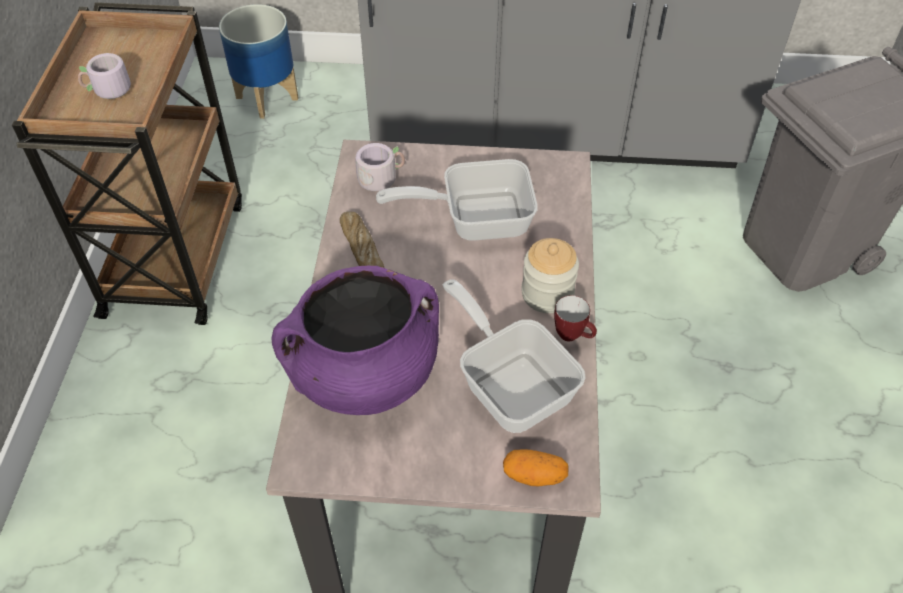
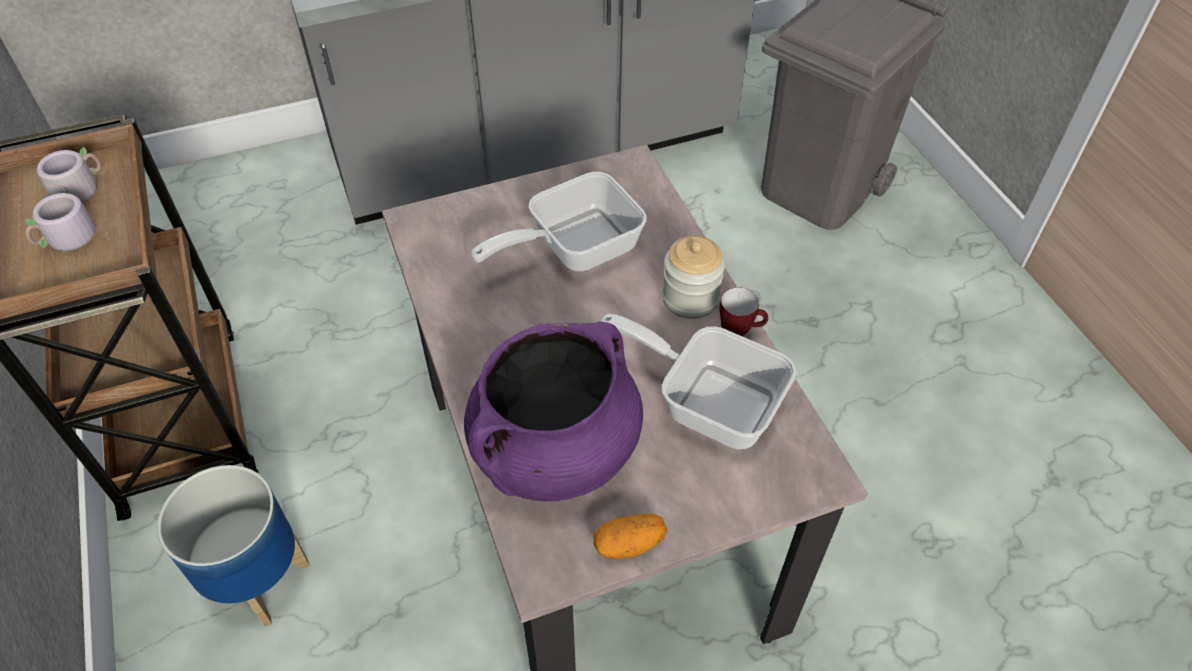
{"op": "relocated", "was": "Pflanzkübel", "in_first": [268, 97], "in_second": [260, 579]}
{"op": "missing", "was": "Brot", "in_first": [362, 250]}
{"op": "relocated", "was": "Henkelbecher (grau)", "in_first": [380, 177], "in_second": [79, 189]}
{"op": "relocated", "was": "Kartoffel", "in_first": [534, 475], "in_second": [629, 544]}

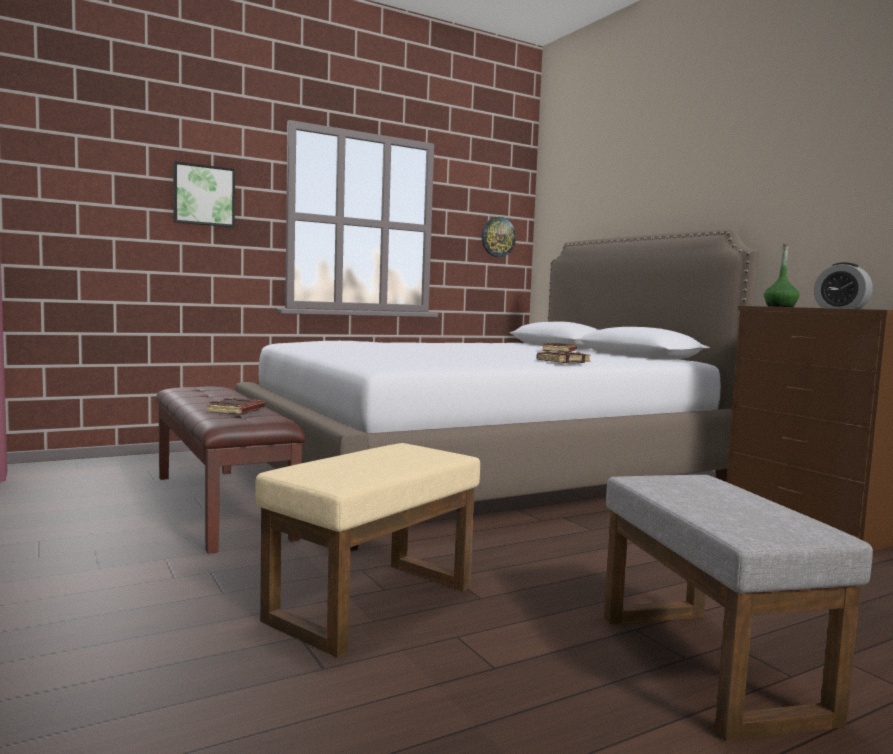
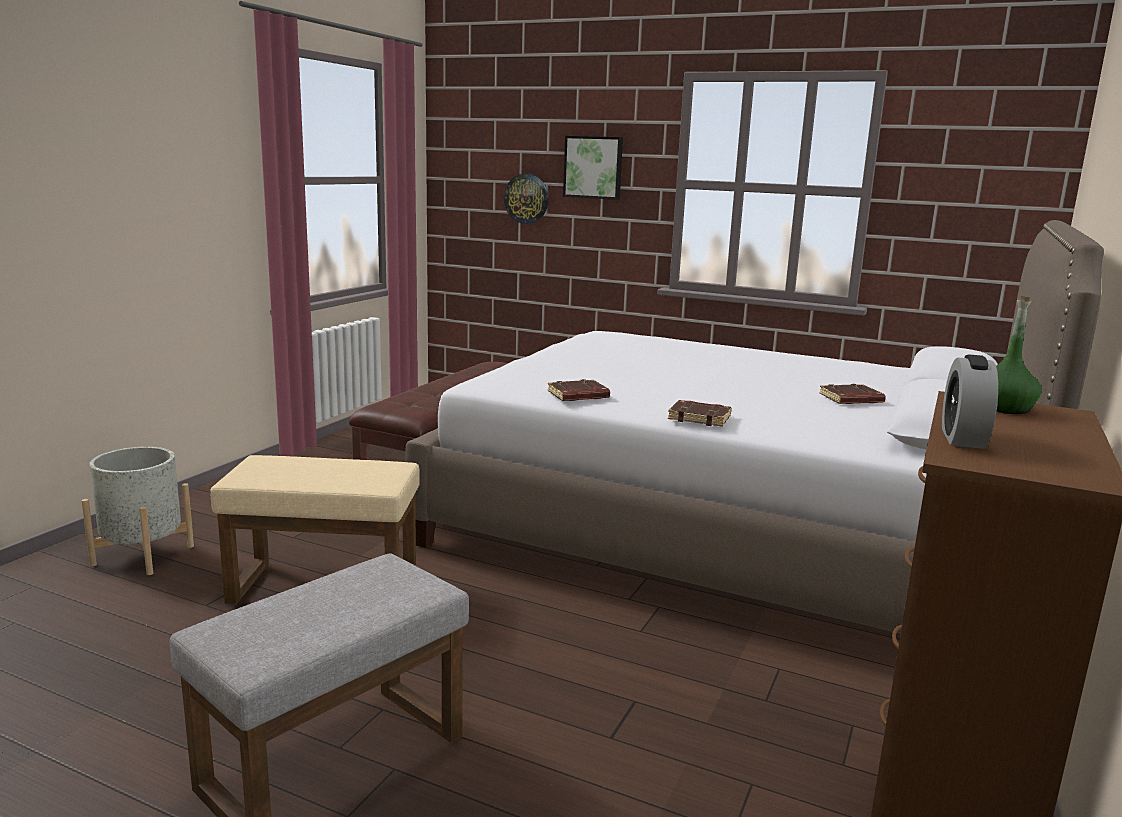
{"op": "relocated", "was": "Buch (braun)", "in_first": [236, 411], "in_second": [578, 396]}
{"op": "relocated", "was": "Wanduhr", "in_first": [498, 237], "in_second": [526, 198]}
{"op": "appeared", "now": "Pflanzkübel (grau)", "in_second": [143, 555]}

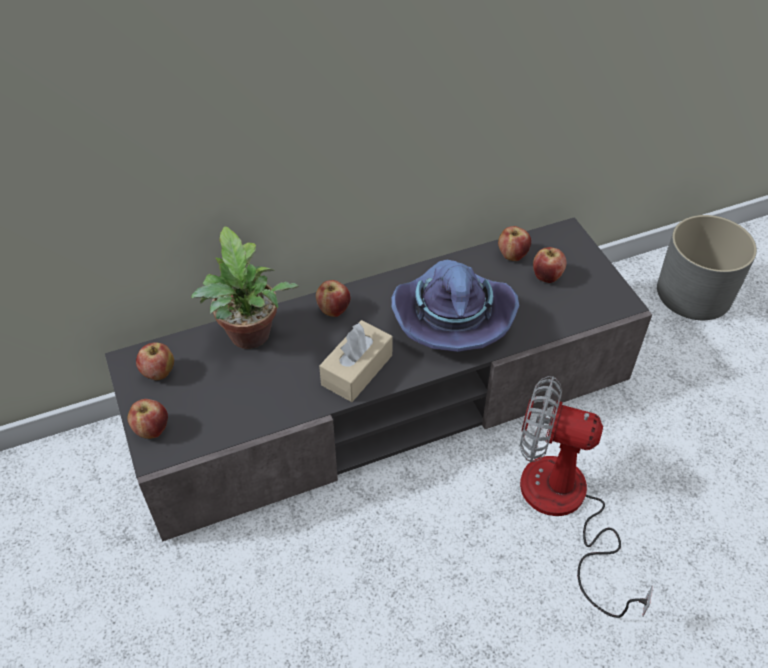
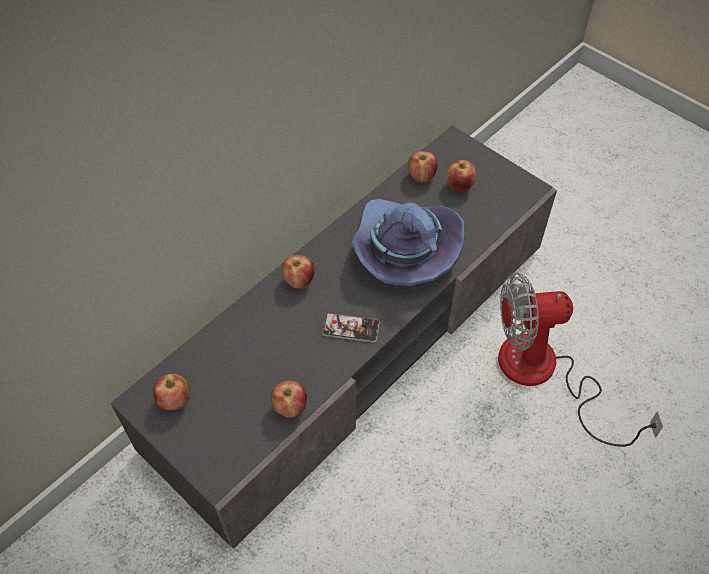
{"op": "relocated", "was": "Apfel", "in_first": [152, 430], "in_second": [290, 407]}
{"op": "missing", "was": "Topfpflanze", "in_first": [250, 338]}
{"op": "exchanged", "was": "Taschentuchbox (beige)", "now": "Handy", "in_first": [357, 370], "in_second": [351, 328]}
{"op": "missing", "was": "Pflanzkübel (grau)", "in_first": [694, 292]}

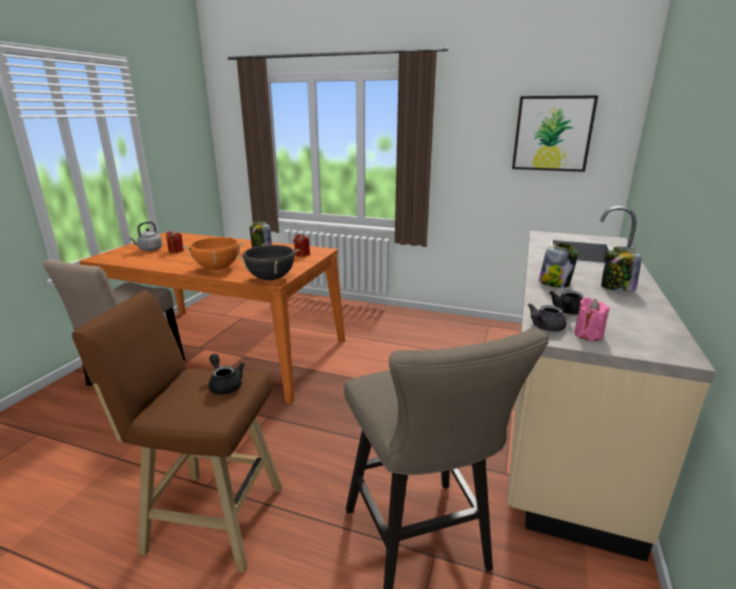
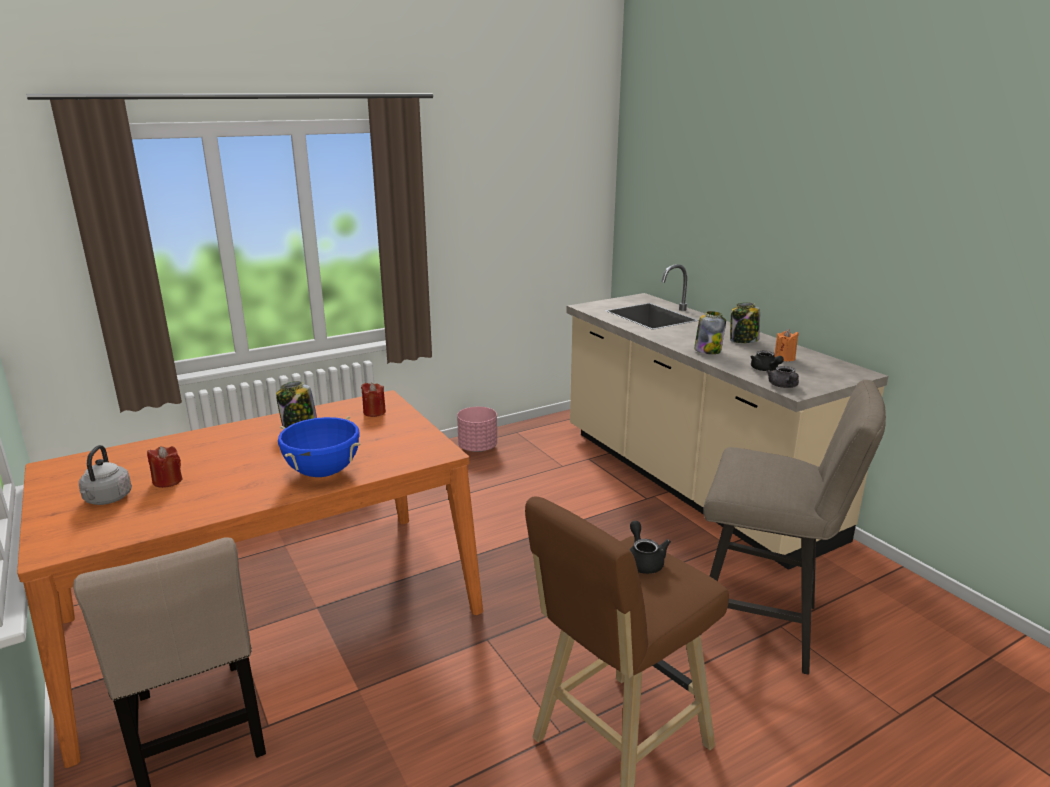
{"op": "colour", "was": "Kochtopf (orange)", "now": "Kochtopf (blau)", "in_first": [217, 268], "in_second": [323, 472]}
{"op": "spun", "was": "Teekanne (schwarz)", "in_first": [225, 384], "in_second": [643, 561], "clockwise": 75}
{"op": "missing", "was": "Kochtopf (schwarz)", "in_first": [271, 278]}
{"op": "missing", "was": "Bild", "in_first": [552, 134]}
{"op": "missing", "was": "Kerze (rosa)", "in_first": [588, 334]}
{"op": "appeared", "now": "Pflanzkübel (rosa)", "in_second": [478, 448]}
{"op": "appeared", "now": "Kerze (orange)", "in_second": [784, 358]}

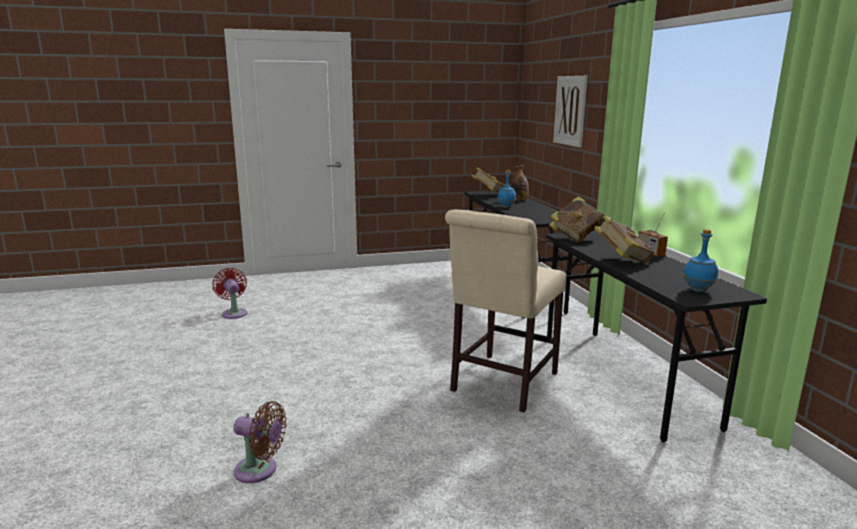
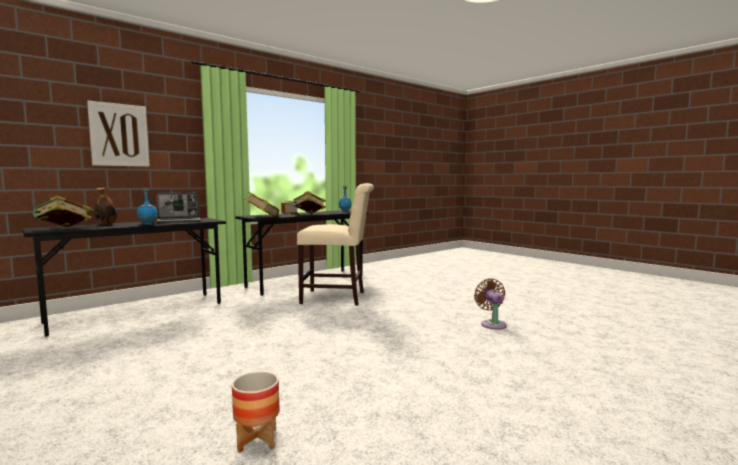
{"op": "exchanged", "was": "Ventilator (rot)", "now": "Pflanzkübel", "in_first": [234, 313], "in_second": [257, 440]}
{"op": "appeared", "now": "Laptop", "in_second": [179, 221]}

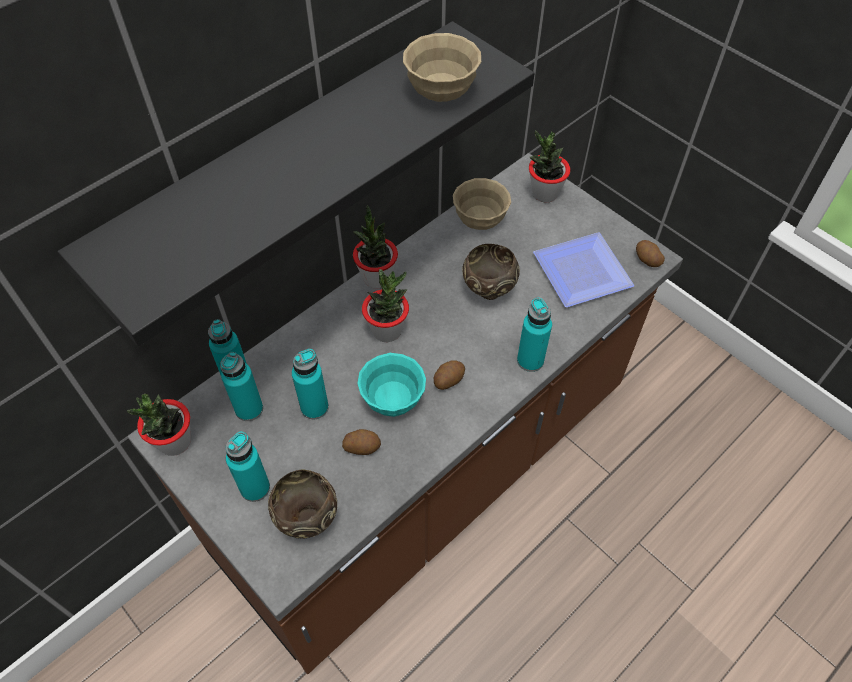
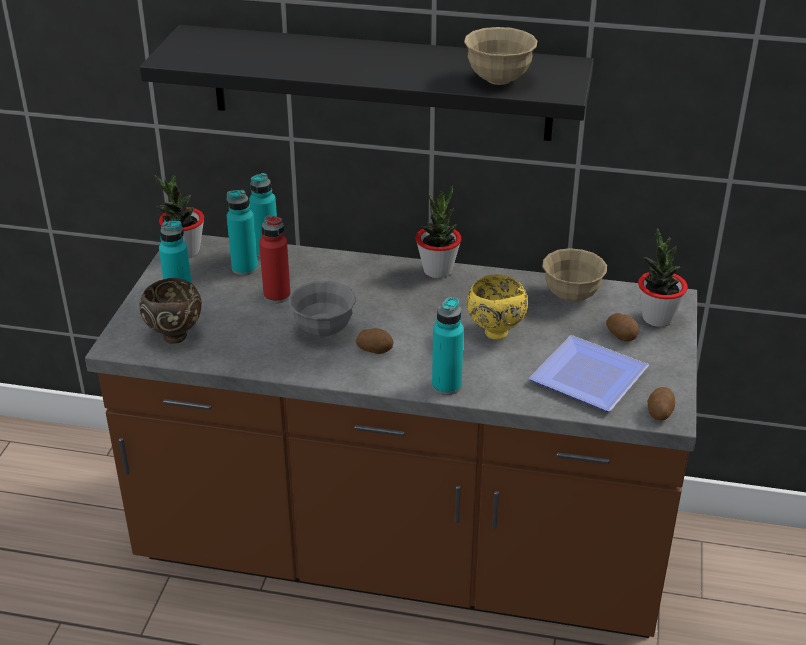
{"op": "colour", "was": "Flasche (türkis)", "now": "Flasche (rot)", "in_first": [314, 407], "in_second": [277, 296]}
{"op": "relocated", "was": "Kartoffel", "in_first": [362, 446], "in_second": [622, 335]}
{"op": "colour", "was": "Schüssel (türkis)", "now": "Schüssel (grau)", "in_first": [392, 400], "in_second": [323, 329]}
{"op": "missing", "was": "Topfpflanze", "in_first": [387, 331]}
{"op": "colour", "was": "Schüssel (braun)", "now": "Schüssel (gelb)", "in_first": [487, 292], "in_second": [494, 332]}

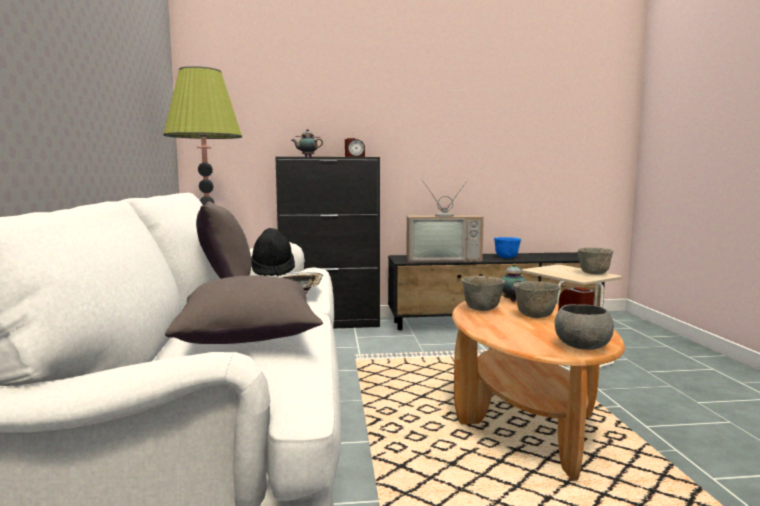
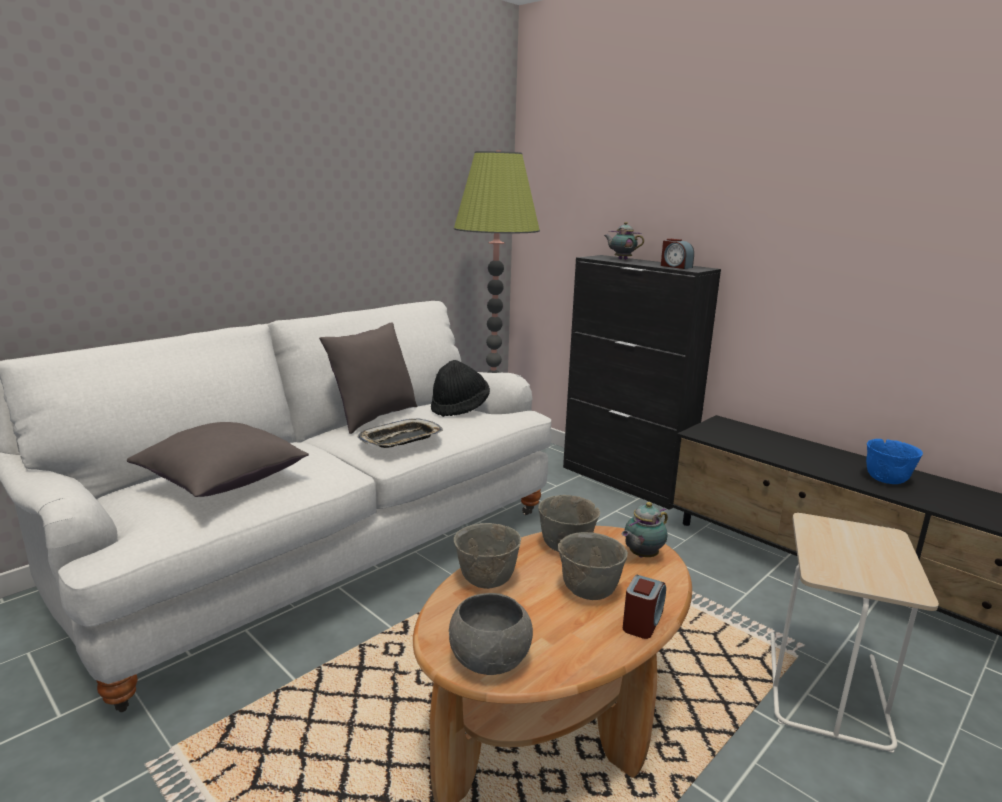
{"op": "missing", "was": "Fernseher", "in_first": [443, 259]}
{"op": "relocated", "was": "Schüssel (grau)", "in_first": [594, 273], "in_second": [486, 581]}

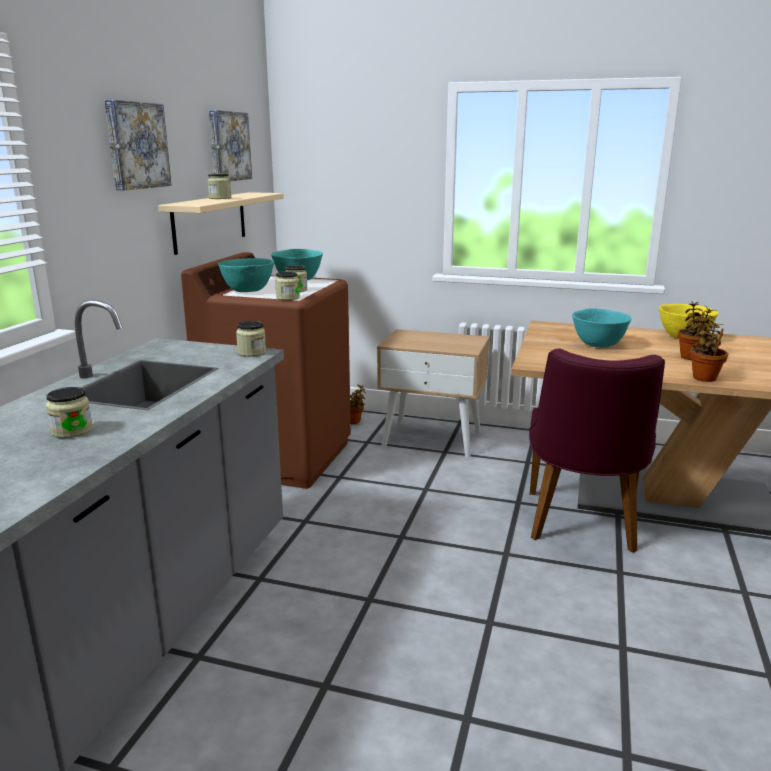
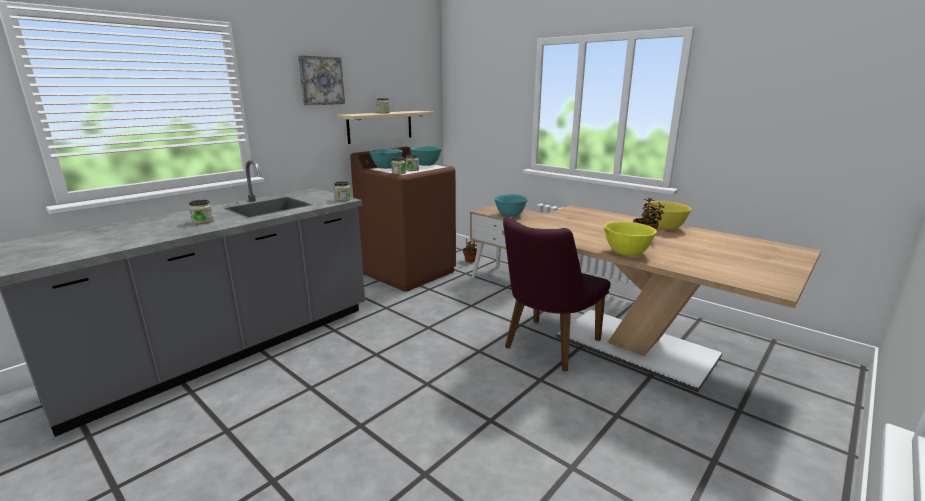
{"op": "missing", "was": "Bild", "in_first": [228, 146]}
{"op": "relocated", "was": "Schüssel (türkis)", "in_first": [598, 344], "in_second": [510, 215]}
{"op": "exchanged", "was": "Topfpflanze", "now": "Schüssel (gelb)", "in_first": [703, 377], "in_second": [626, 252]}

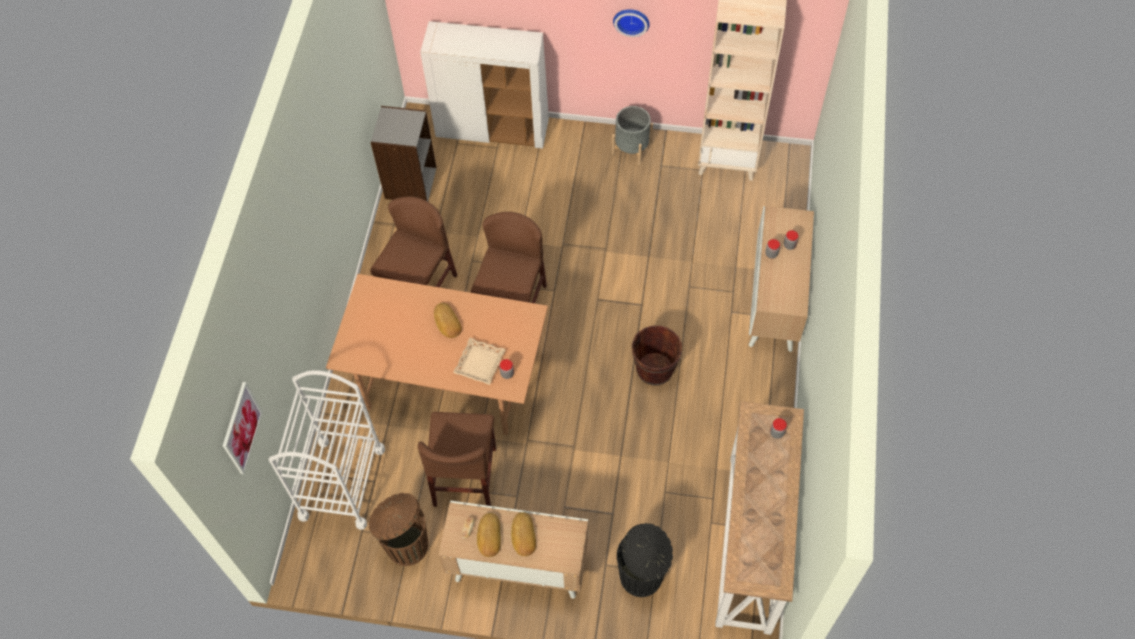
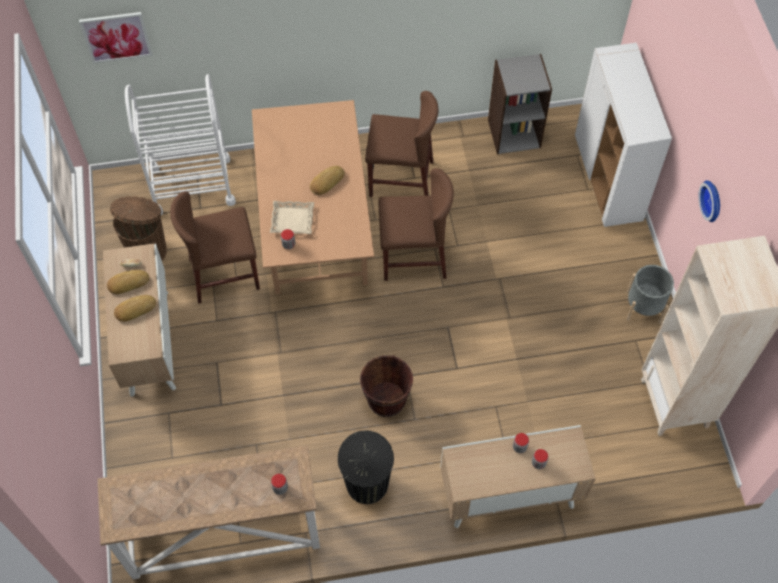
{"op": "relocated", "was": "Mülleimer (schwarz)", "in_first": [642, 577], "in_second": [367, 485]}

